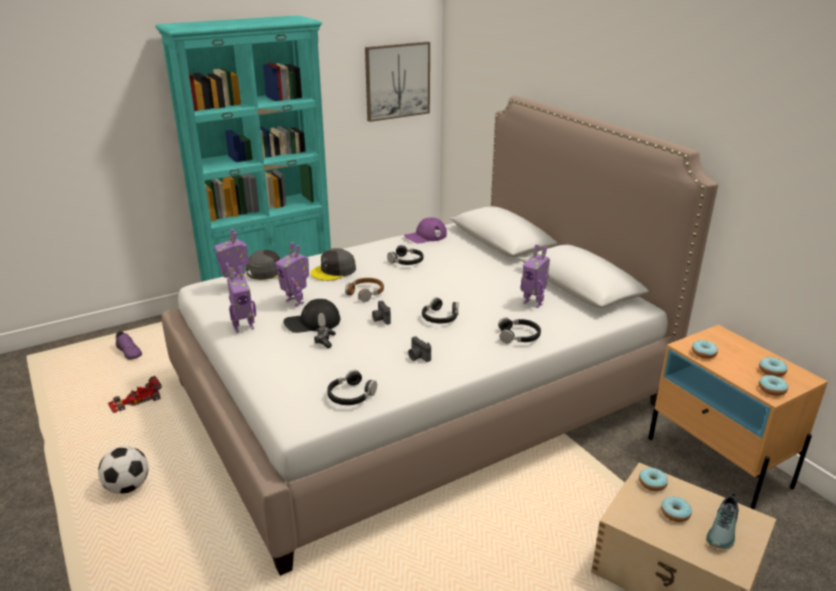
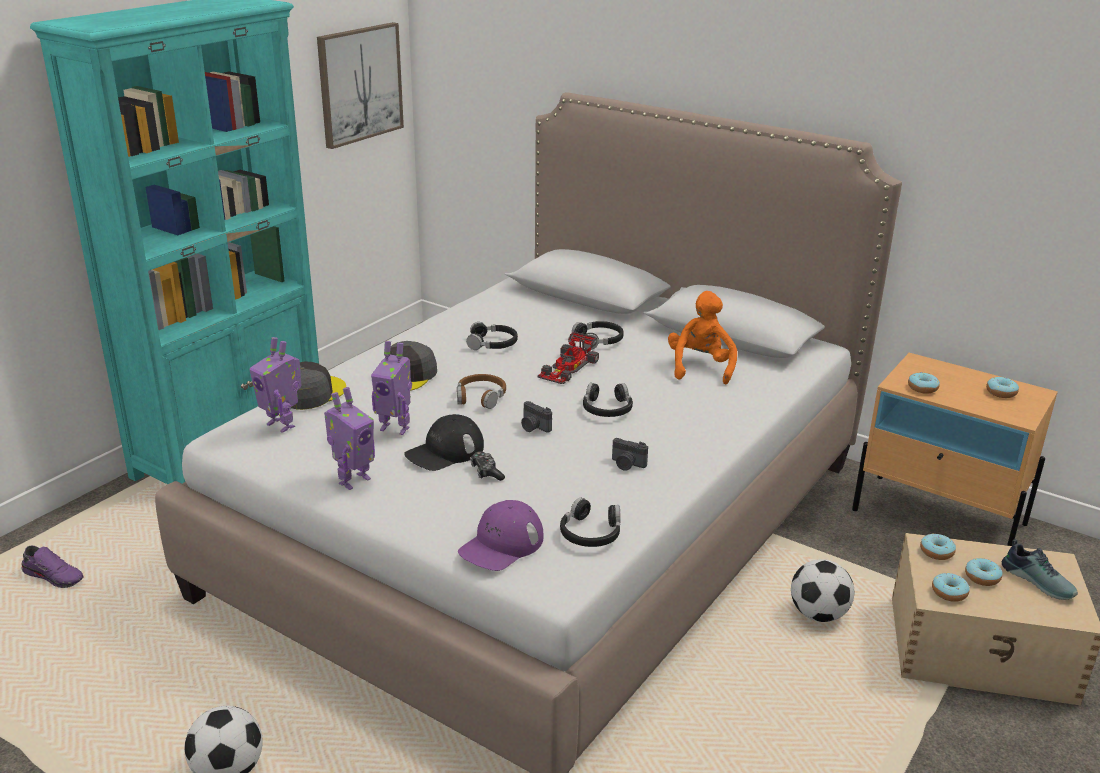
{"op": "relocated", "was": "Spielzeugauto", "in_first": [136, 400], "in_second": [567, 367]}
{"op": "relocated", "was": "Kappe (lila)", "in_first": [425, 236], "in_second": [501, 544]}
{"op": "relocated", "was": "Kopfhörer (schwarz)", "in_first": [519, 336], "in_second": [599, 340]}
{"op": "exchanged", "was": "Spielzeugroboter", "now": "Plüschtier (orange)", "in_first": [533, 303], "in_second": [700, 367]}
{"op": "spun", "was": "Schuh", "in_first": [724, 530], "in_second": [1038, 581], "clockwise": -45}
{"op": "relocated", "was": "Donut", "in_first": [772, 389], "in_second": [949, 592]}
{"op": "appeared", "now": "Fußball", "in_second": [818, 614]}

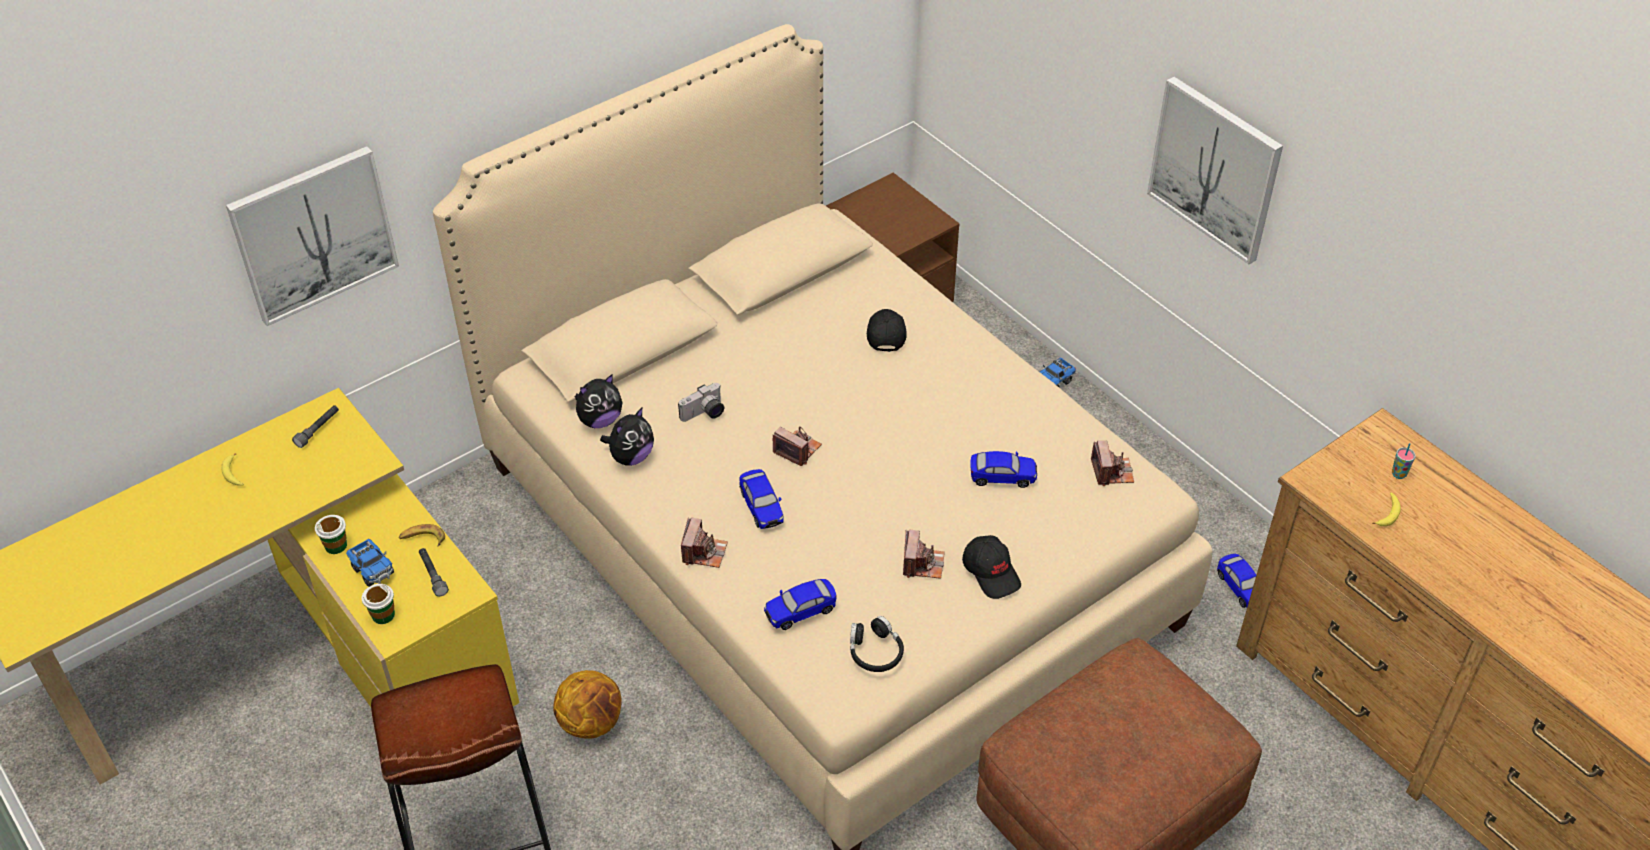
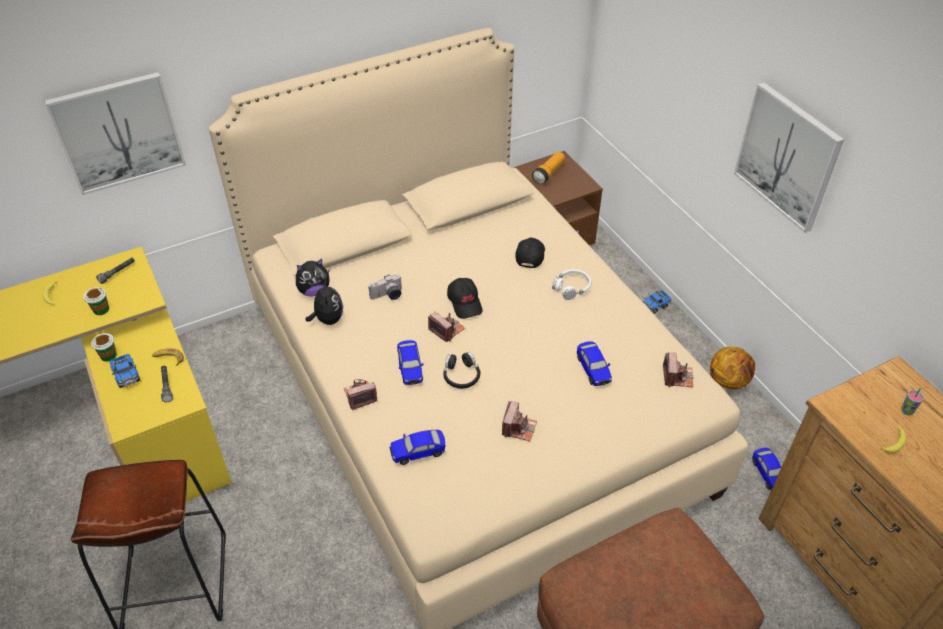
{"op": "relocated", "was": "Tasse", "in_first": [383, 615], "in_second": [101, 309]}
{"op": "relocated", "was": "Basketball", "in_first": [592, 723], "in_second": [728, 381]}
{"op": "spun", "was": "Plüschtier", "in_first": [631, 457], "in_second": [328, 319], "clockwise": -60}
{"op": "spun", "was": "Kamera", "in_first": [704, 552], "in_second": [360, 396], "clockwise": -135}
{"op": "relocated", "was": "Kopfhörer (schwarz)", "in_first": [875, 652], "in_second": [461, 375]}
{"op": "relocated", "was": "Kappe (schwarz)", "in_first": [991, 572], "in_second": [465, 303]}
{"op": "spun", "was": "Spielzeugauto", "in_first": [1002, 477], "in_second": [593, 370], "clockwise": 60}
{"op": "appeared", "now": "Taschenlampe", "in_second": [548, 173]}
{"op": "appeared", "now": "Kopfhörer (weiß)", "in_second": [571, 287]}

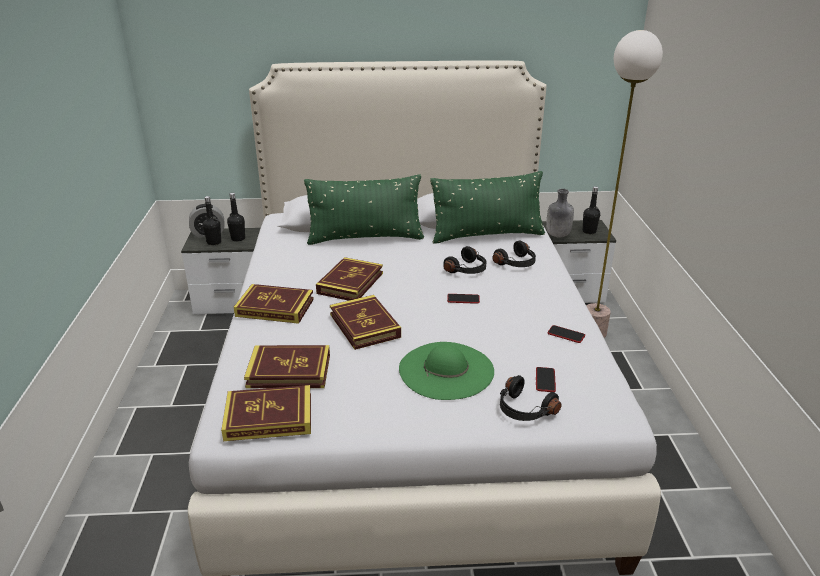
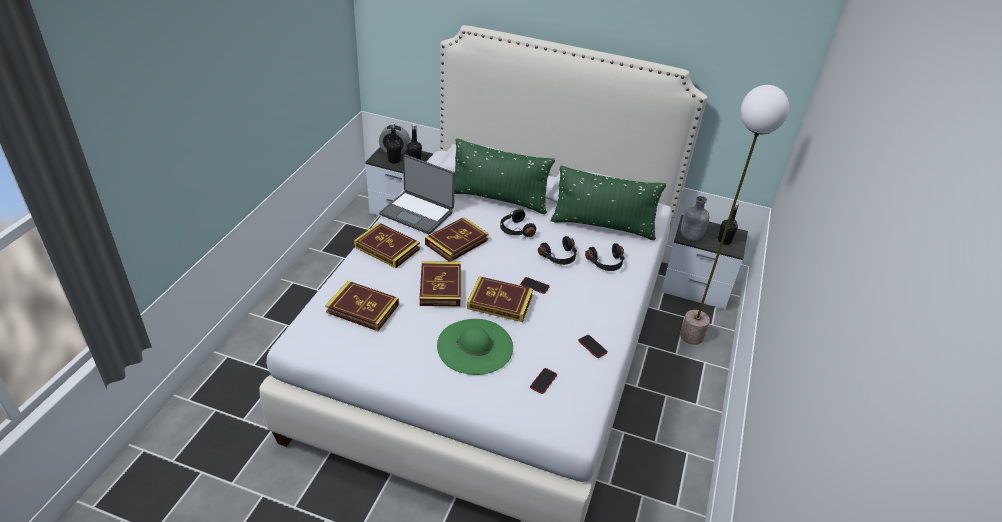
{"op": "relocated", "was": "Buch", "in_first": [269, 417], "in_second": [500, 302]}
{"op": "relocated", "was": "Kopfhörer (schwarz)", "in_first": [524, 410], "in_second": [515, 230]}
{"op": "appeared", "now": "Laptop", "in_second": [417, 213]}

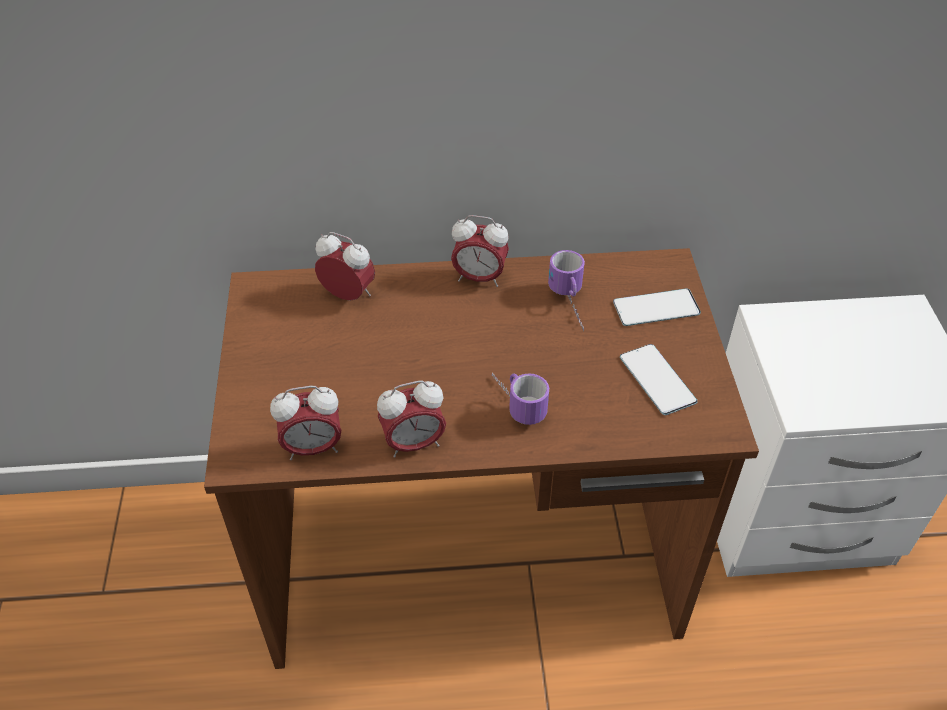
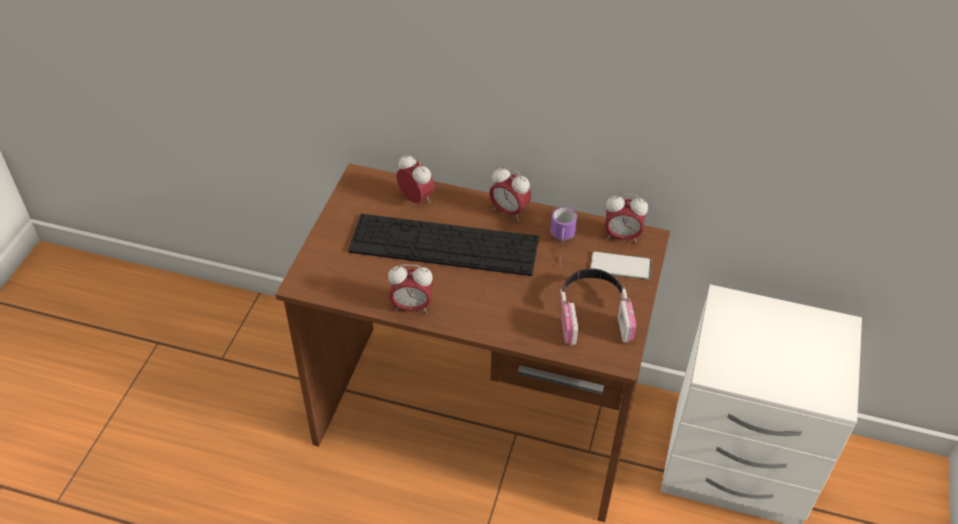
{"op": "relocated", "was": "Wecker", "in_first": [313, 448], "in_second": [622, 236]}
{"op": "missing", "was": "Henkelbecher", "in_first": [515, 403]}
{"op": "exchanged", "was": "Handy", "now": "Kopfhörer", "in_first": [657, 379], "in_second": [593, 314]}
{"op": "appeared", "now": "Tastatur", "in_second": [444, 245]}

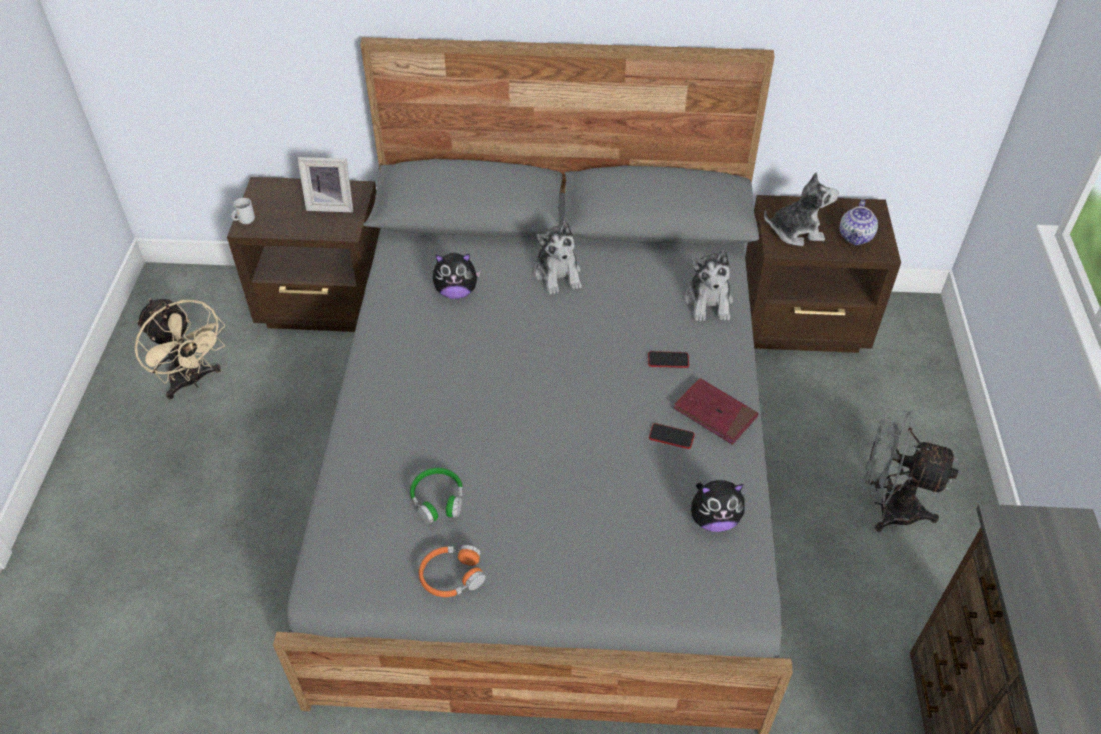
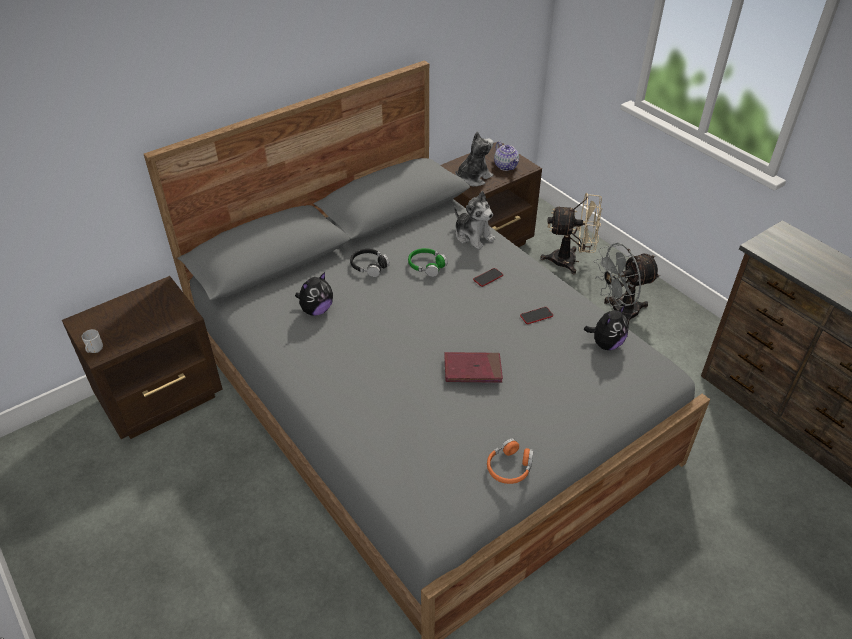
{"op": "relocated", "was": "Ventilator (beige)", "in_first": [192, 381], "in_second": [570, 261]}
{"op": "missing", "was": "Bilderrahmen", "in_first": [331, 205]}
{"op": "relocated", "was": "Kopfhörer (grün)", "in_first": [438, 499], "in_second": [426, 266]}
{"op": "exchanged", "was": "Plüschtier", "now": "Kopfhörer (schwarz)", "in_first": [558, 274], "in_second": [369, 266]}
{"op": "relocated", "was": "Buch (rot)", "in_first": [715, 413], "in_second": [472, 369]}

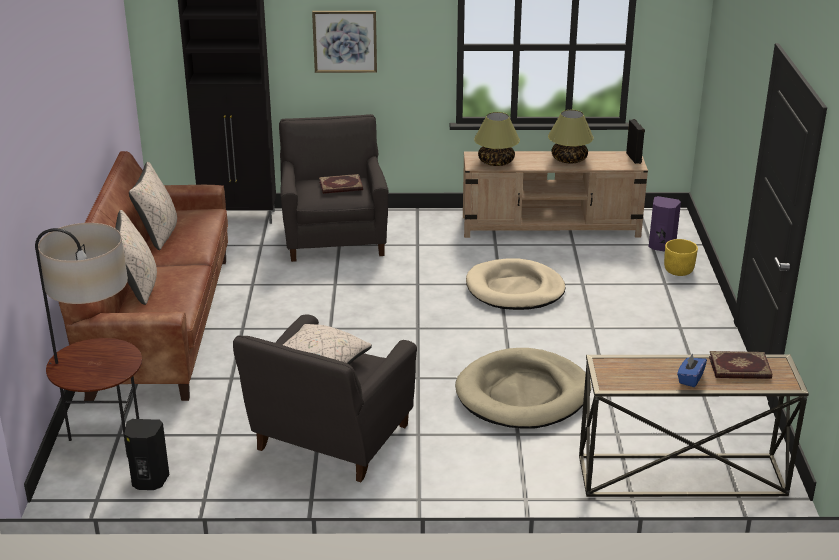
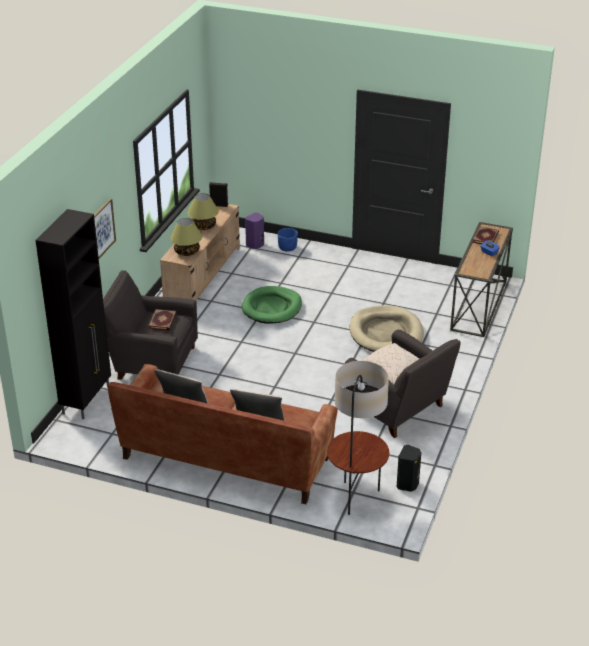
{"op": "colour", "was": "Hundebett (beige)", "now": "Hundebett (grün)", "in_first": [515, 289], "in_second": [272, 307]}
{"op": "colour", "was": "Pflanzkübel (gelb)", "now": "Pflanzkübel (blau)", "in_first": [678, 271], "in_second": [287, 248]}

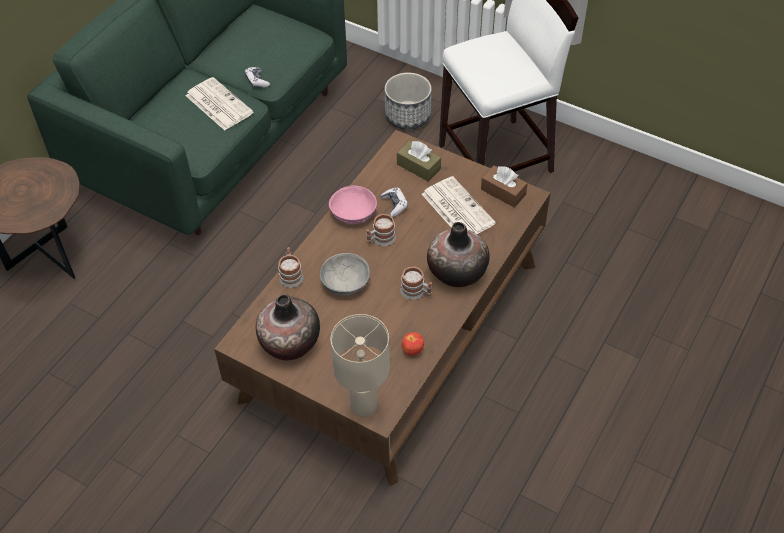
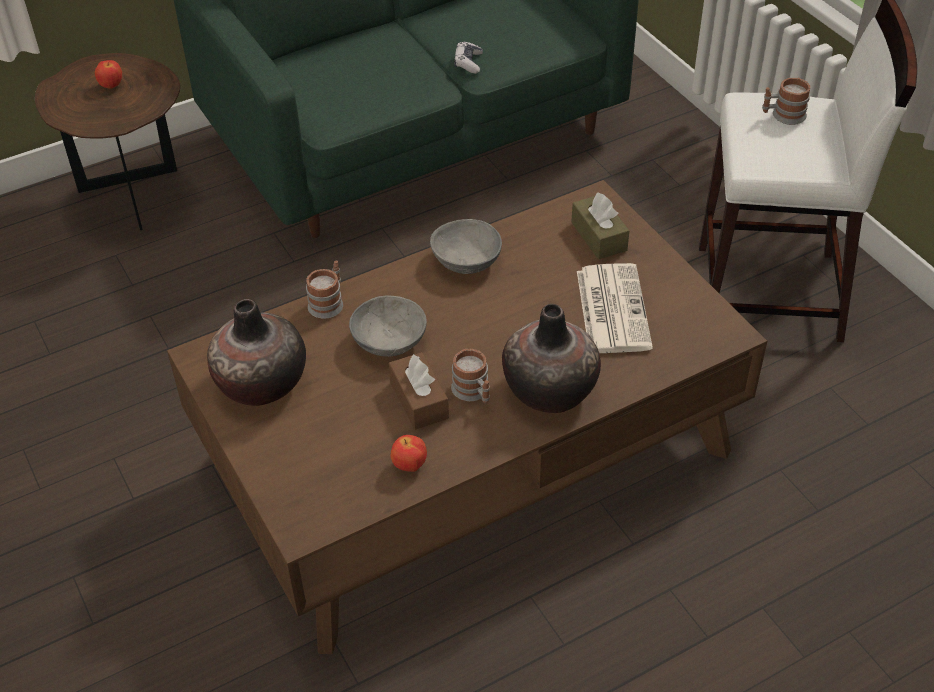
{"op": "missing", "was": "Zeitung", "in_first": [218, 104]}
{"op": "colour", "was": "Schüssel (rosa)", "now": "Schüssel (grau)", "in_first": [353, 214], "in_second": [466, 261]}
{"op": "missing", "was": "Tischlampe (beige)", "in_first": [363, 406]}
{"op": "relocated", "was": "Henkelbecher", "in_first": [380, 239], "in_second": [783, 115]}
{"op": "missing", "was": "Gamepad", "in_first": [394, 205]}
{"op": "missing", "was": "Pflanzkübel", "in_first": [408, 116]}
{"op": "relocated", "was": "Taschentuchbox (braun)", "in_first": [503, 192], "in_second": [419, 400]}
{"op": "appeared", "now": "Apfel", "in_second": [111, 86]}

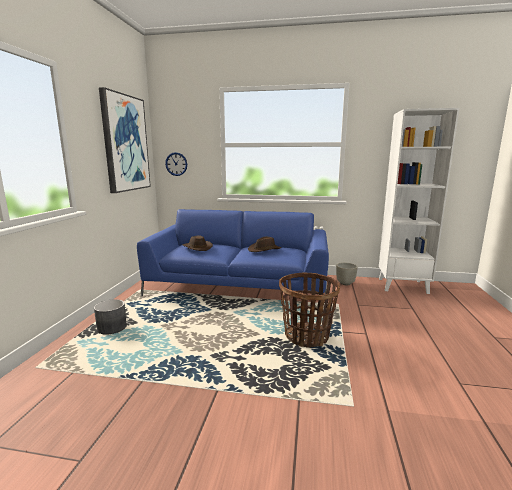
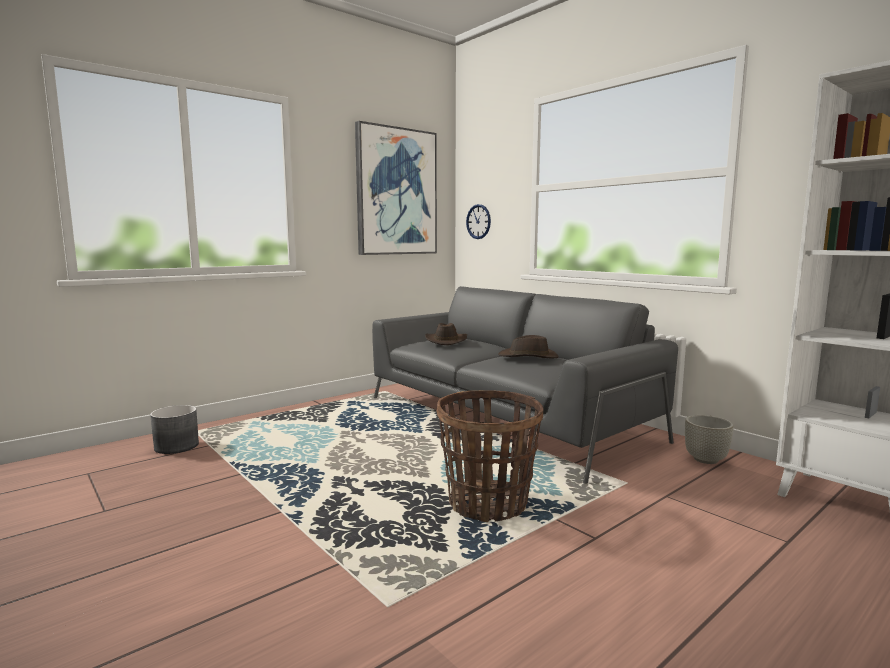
{"op": "relocated", "was": "Pflanzkübel (grau)", "in_first": [112, 328], "in_second": [177, 446]}
{"op": "colour", "was": "Sofa (blau)", "now": "Sofa (grau)", "in_first": [238, 287], "in_second": [505, 418]}

